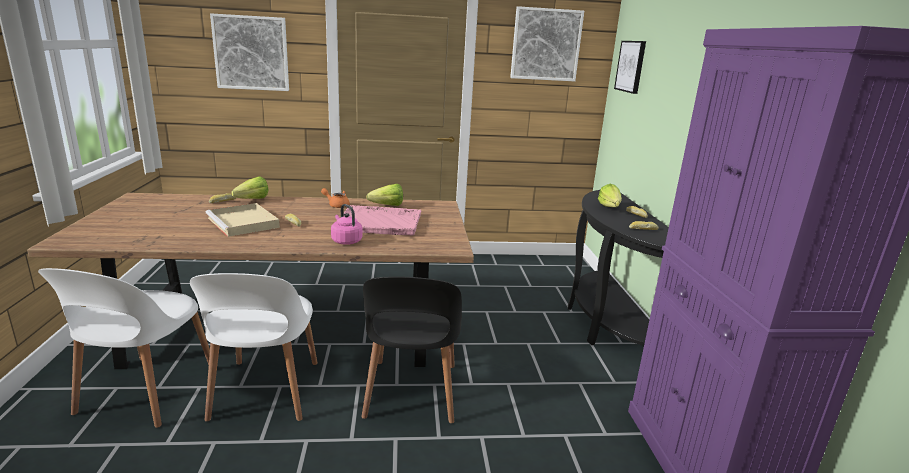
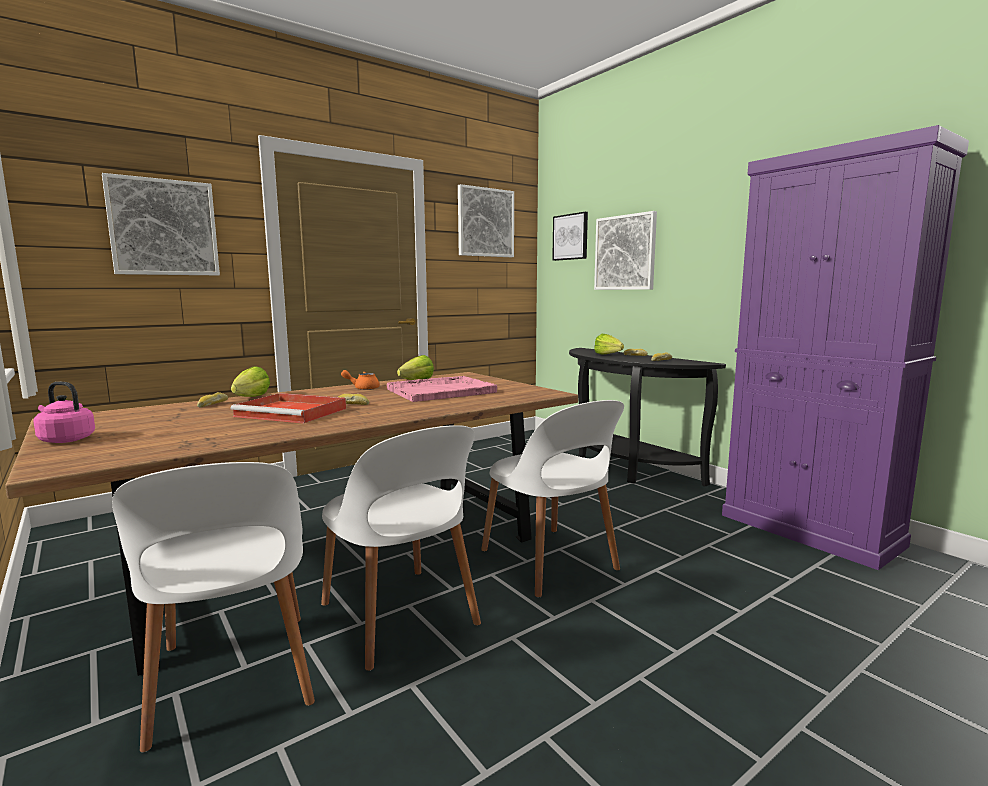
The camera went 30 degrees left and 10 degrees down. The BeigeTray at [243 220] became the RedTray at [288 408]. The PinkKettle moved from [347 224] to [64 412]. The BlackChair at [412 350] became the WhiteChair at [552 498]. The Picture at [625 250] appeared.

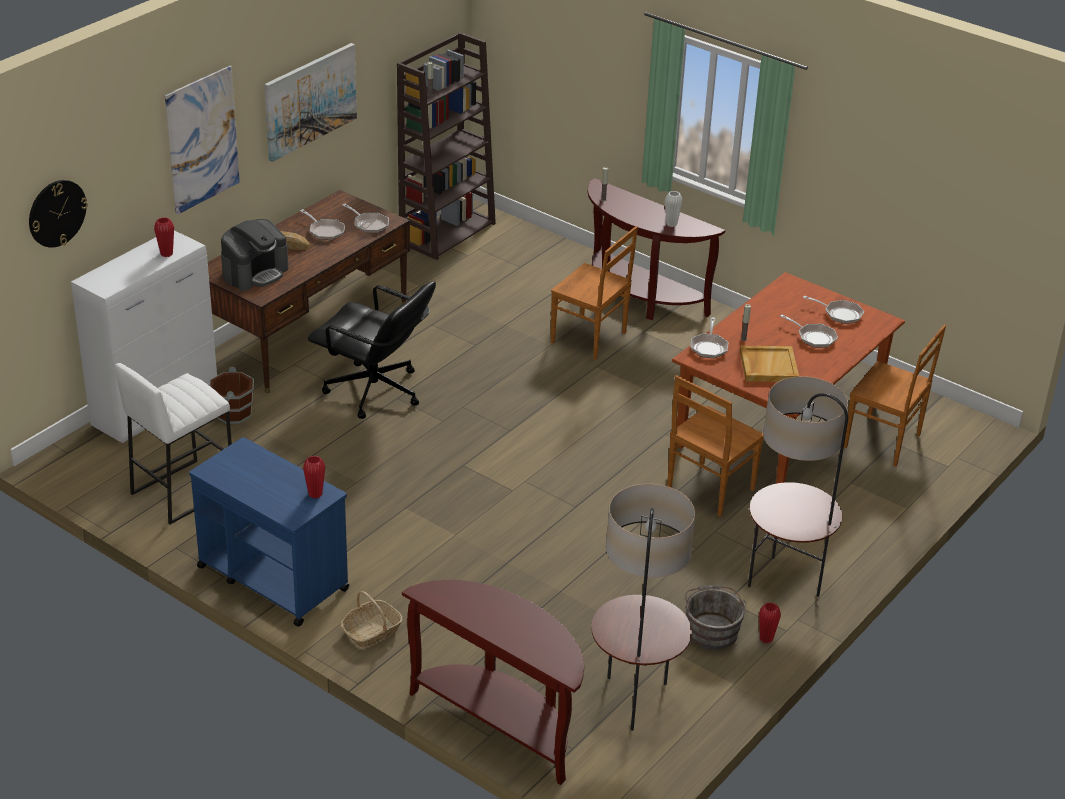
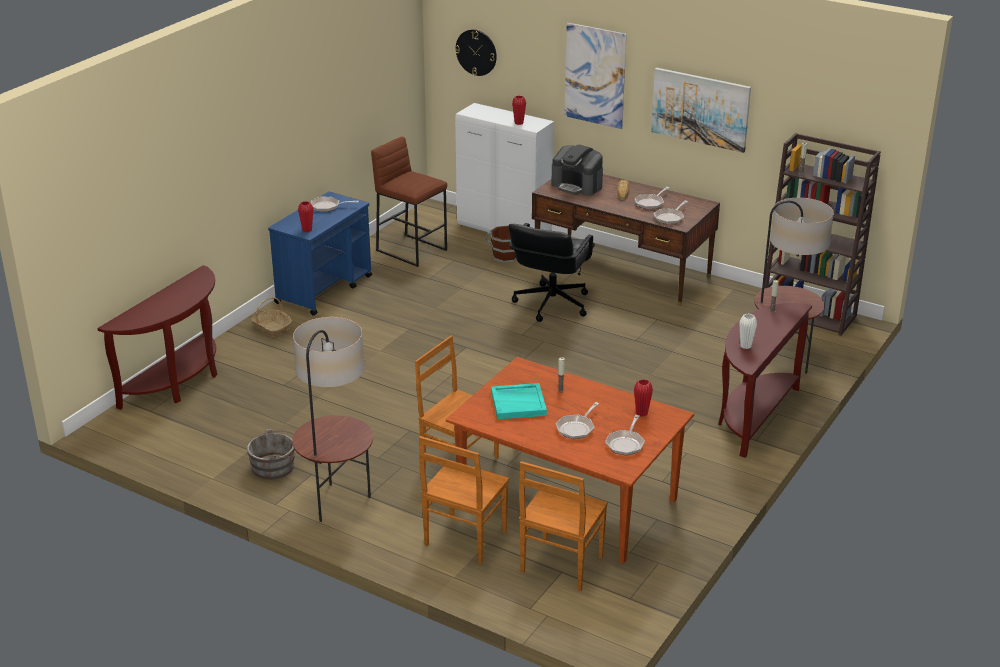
The camera went 85 degrees right and 5 degrees down. The BrownChair moved from [594 293] to [464 500]. The FryingPan moved from [709 337] to [335 204]. The BeigeTray at [769 364] became the TurquoiseTray at [519 401]. The WhiteStool at [173 443] became the BrownStool at [409 202]. The FloorLamp moved from [643 607] to [794 285]. The RedVase moved from [770 622] to [643 398].

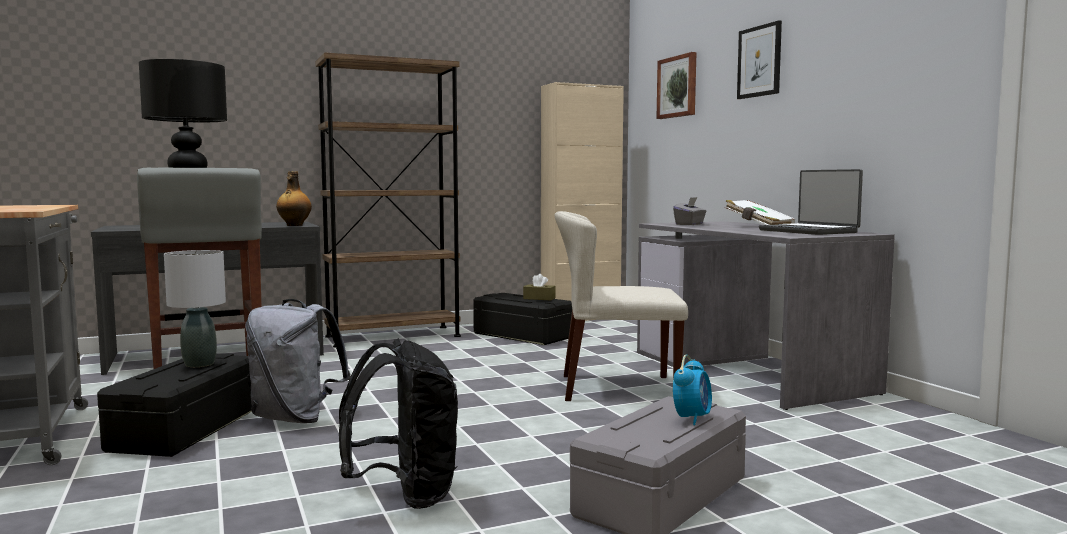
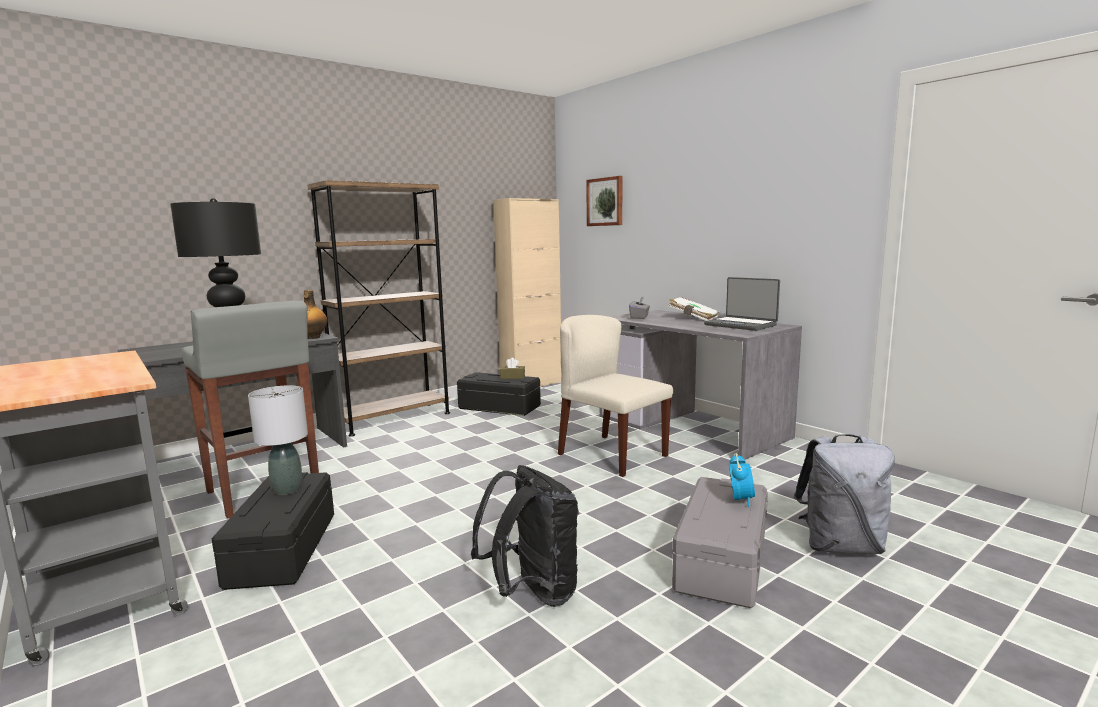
The camera went 15 degrees left and 5 degrees up. The Picture at [759 59] disappeared. The BeigeChair at [621 306] turned 60 degrees clockwise. The GreyBackpack moved from [298 361] to [844 494].

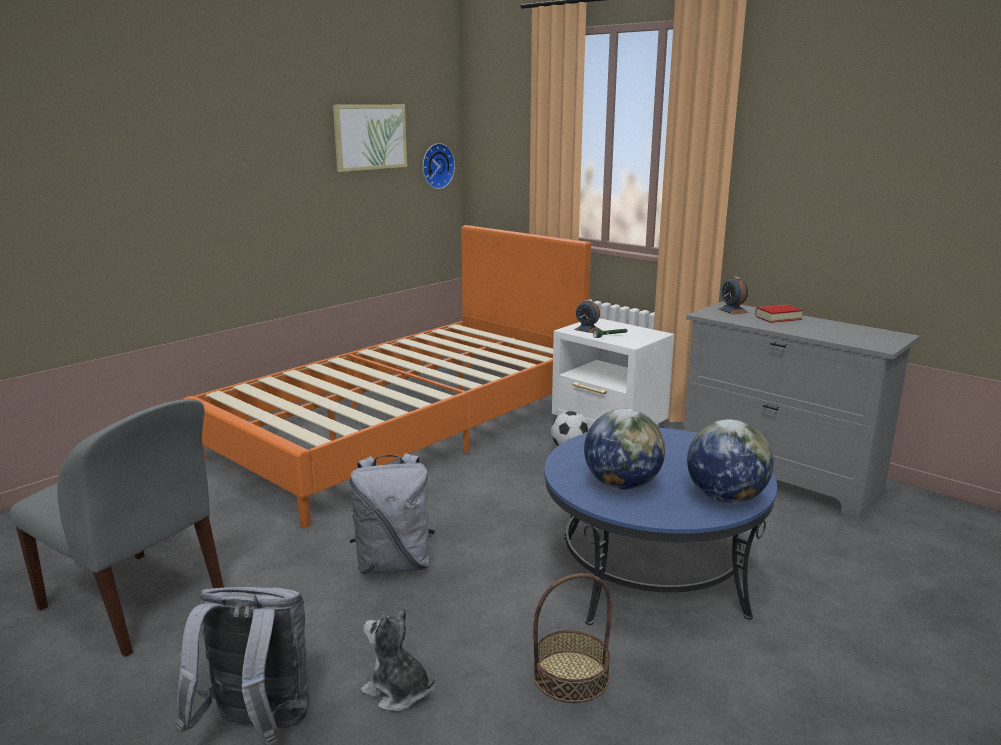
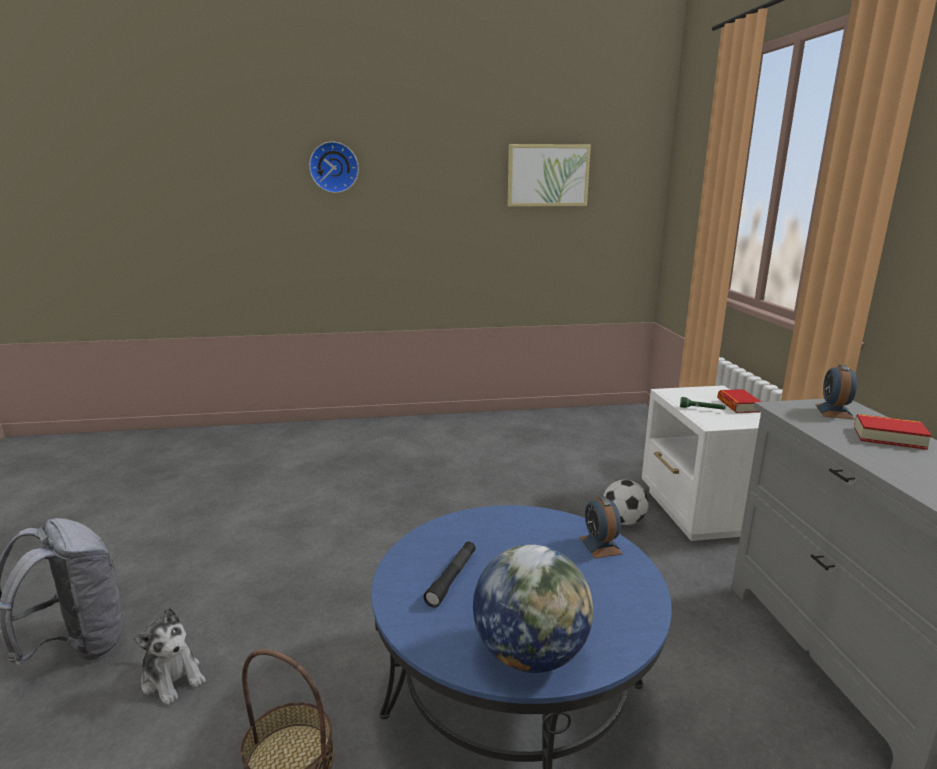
The camera went 40 degrees right and 0 degrees up. The WallClock moved from [439 166] to [334 167]. The OrangeBed at [387 376] disappeared. The AlarmClock moved from [587 316] to [601 527]. The GreyChair at [117 528] disappeared. The Globe at [624 449] was replaced by the BlackFlashlight at [450 574]. The GreyBackpack at [392 514] disappeared. The PlushToy at [398 659] turned 150 degrees clockwise. The Book at [739 401] appeared.

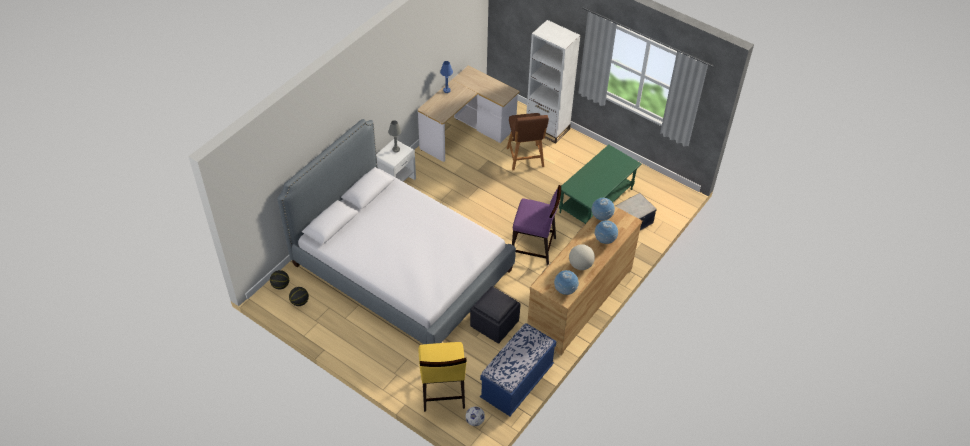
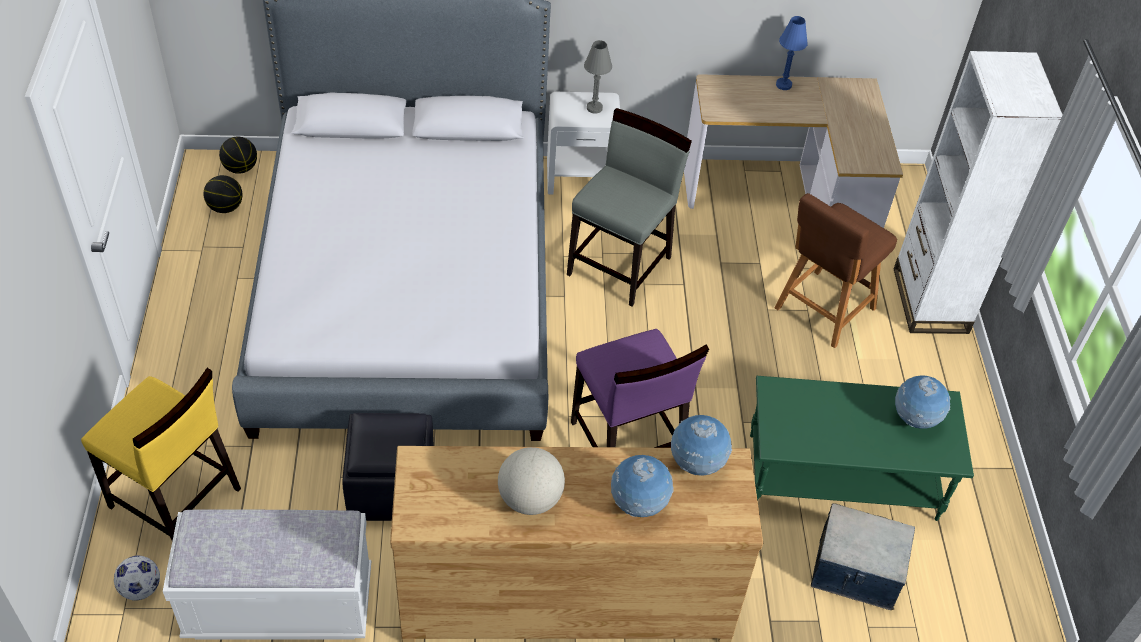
The camera went 50 degrees right and 0 degrees up. The Globe moved from [566 282] to [923 402]. The BlueBench at [518 369] became the WhiteBench at [267 574]. The YellowChair at [442 377] turned 105 degrees counterclockwise. The GreyChair at [629 207] appeared.

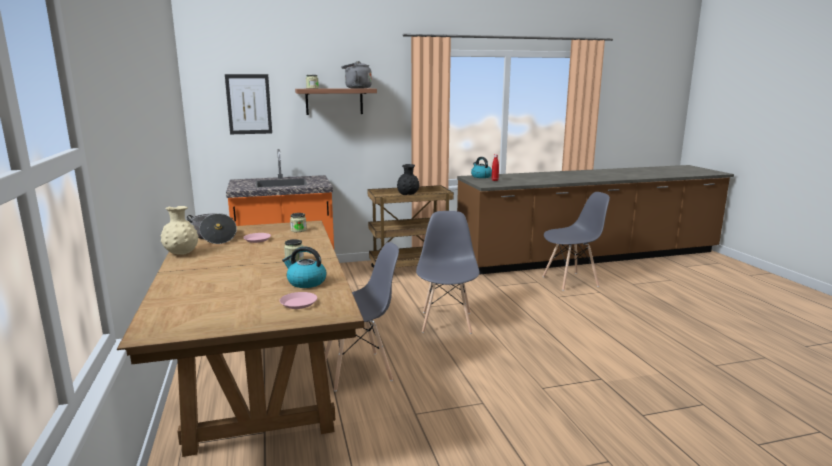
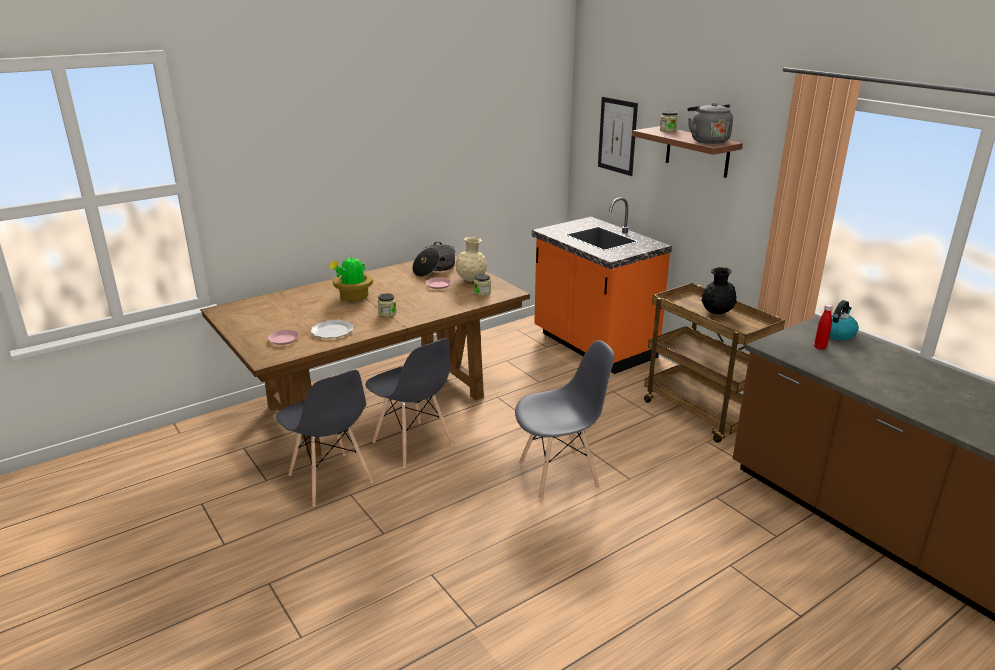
The camera went 70 degrees right and 10 degrees up. The GreyChair moved from [576 241] to [324 438]. The BeigeVase moved from [180 230] to [471 259]. The Kettle at [304 267] was replaced by the Plate at [332 329]. The PottedPlant at [351 279] appeared.

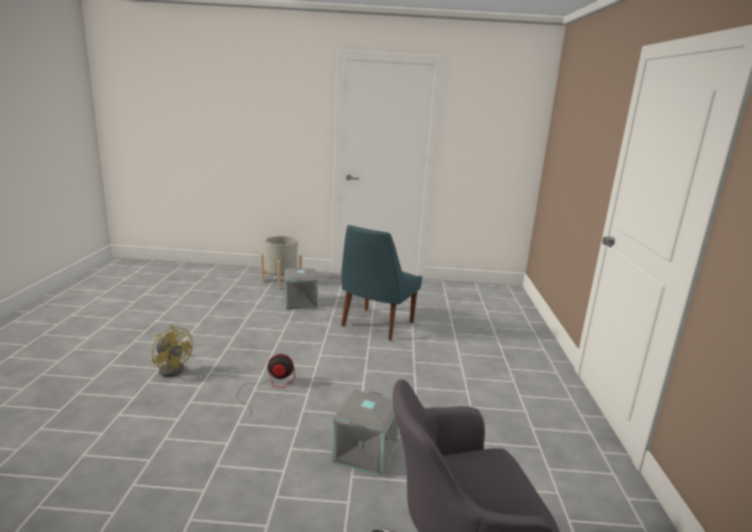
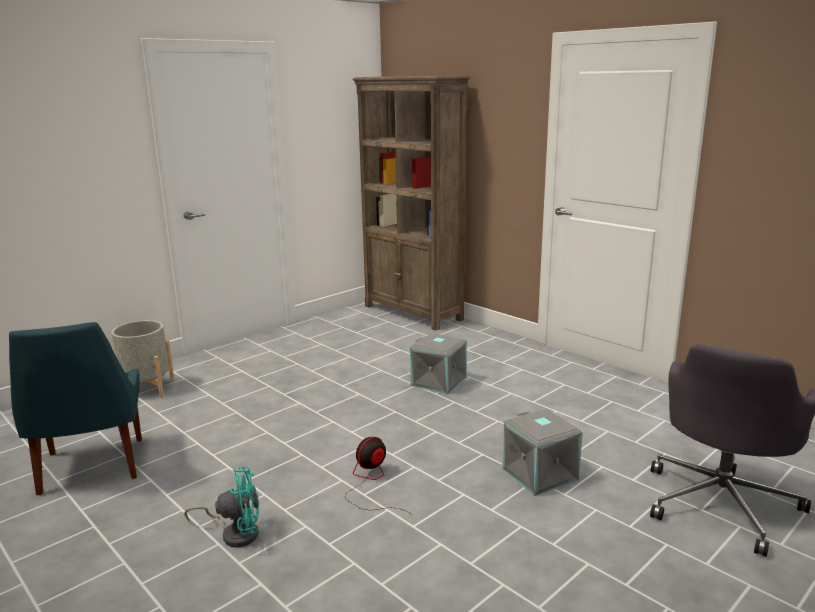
The camera went 45 degrees left and 0 degrees up. The BlueChair moved from [381 283] to [75 408]. The GreyStorageBox moved from [301 289] to [438 364]. The YellowFan at [172 351] became the TurquoiseFan at [221 507]. The BrownBookcase at [411 203] appeared.

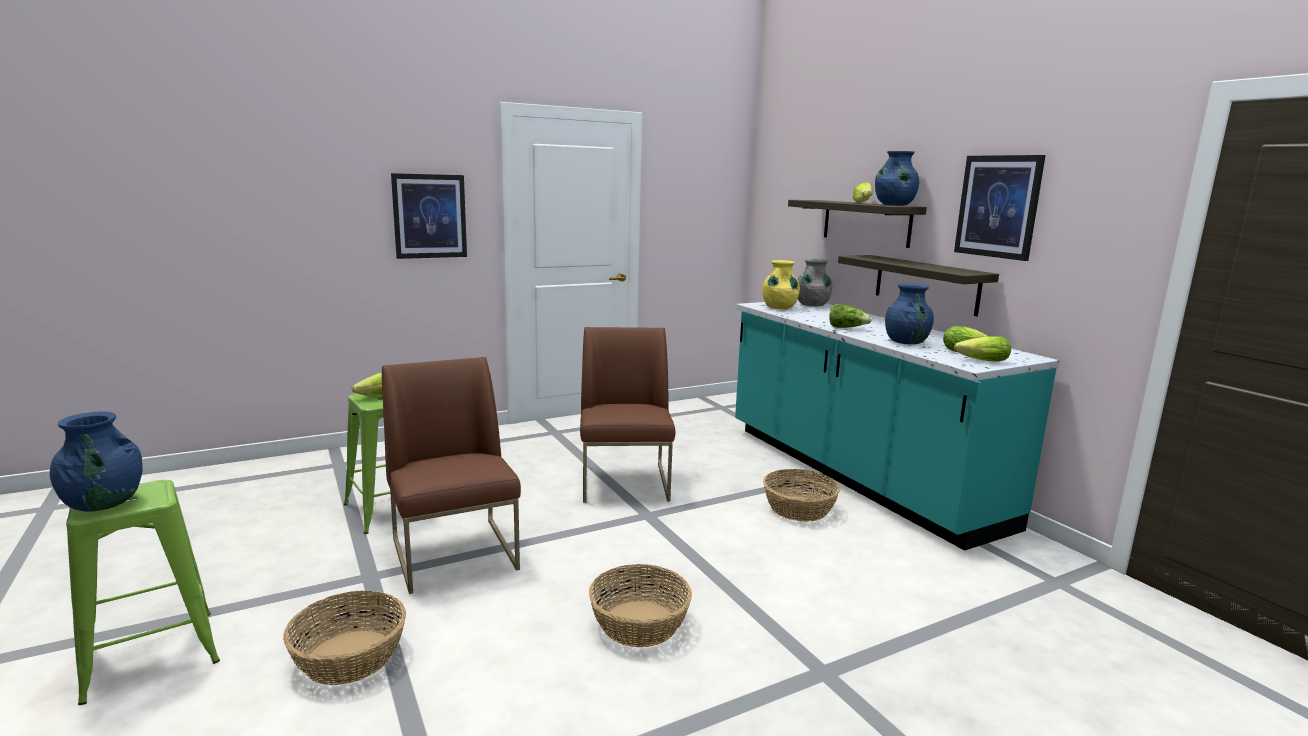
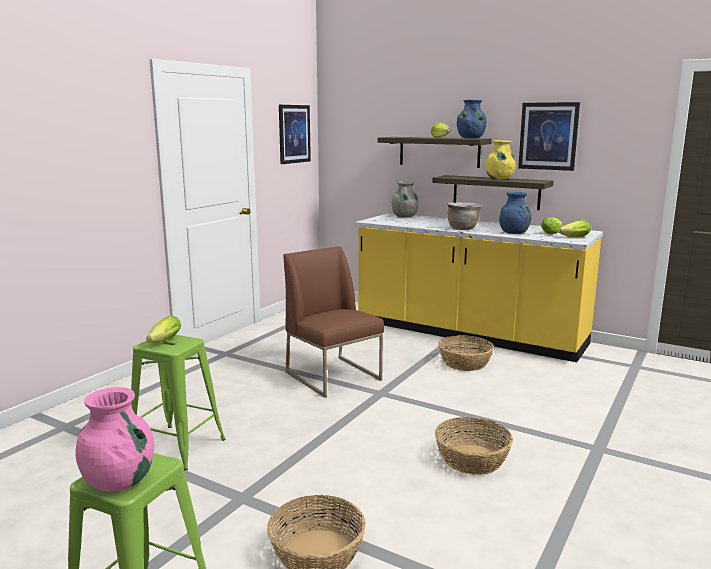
The camera went 30 degrees left and 0 degrees up. The Picture moved from [429 216] to [295 134]. The YellowVase moved from [781 284] to [501 159]. The TurquoiseCounter at [897 425] became the YellowCounter at [479 287]. The Lettuce at [850 316] was replaced by the BrownCookingPot at [464 216]. The BrownChair at [451 475] disappeared. The BlueVase at [96 462] became the PinkVase at [114 439].

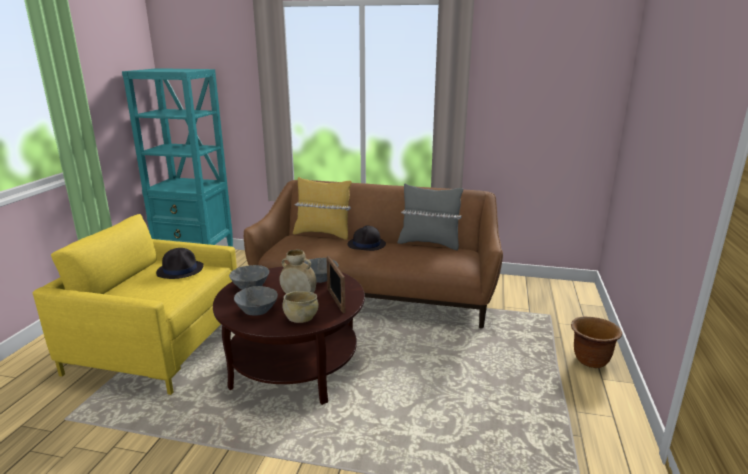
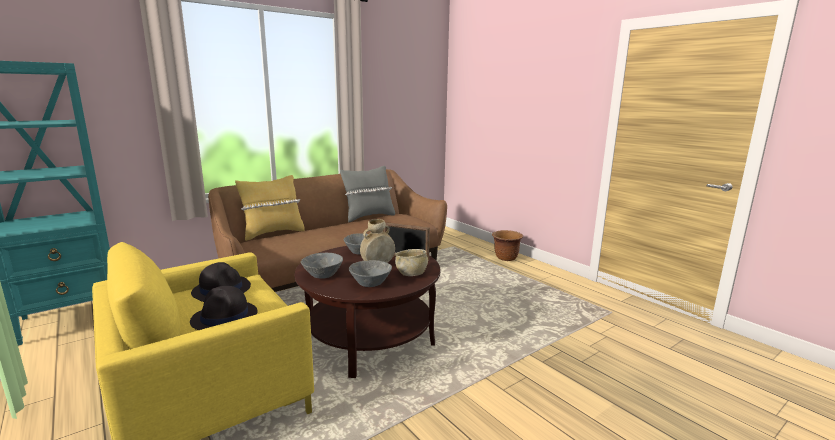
The camera went 50 degrees left and 5 degrees down. The BlackHat moved from [366 238] to [224 308].

